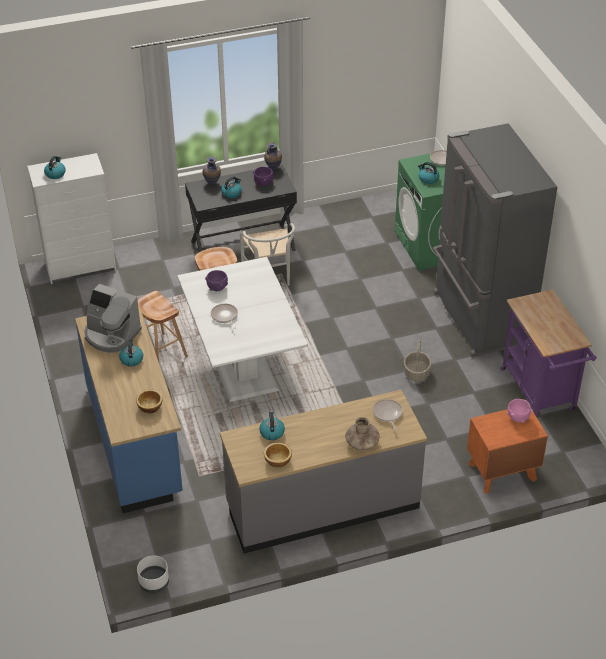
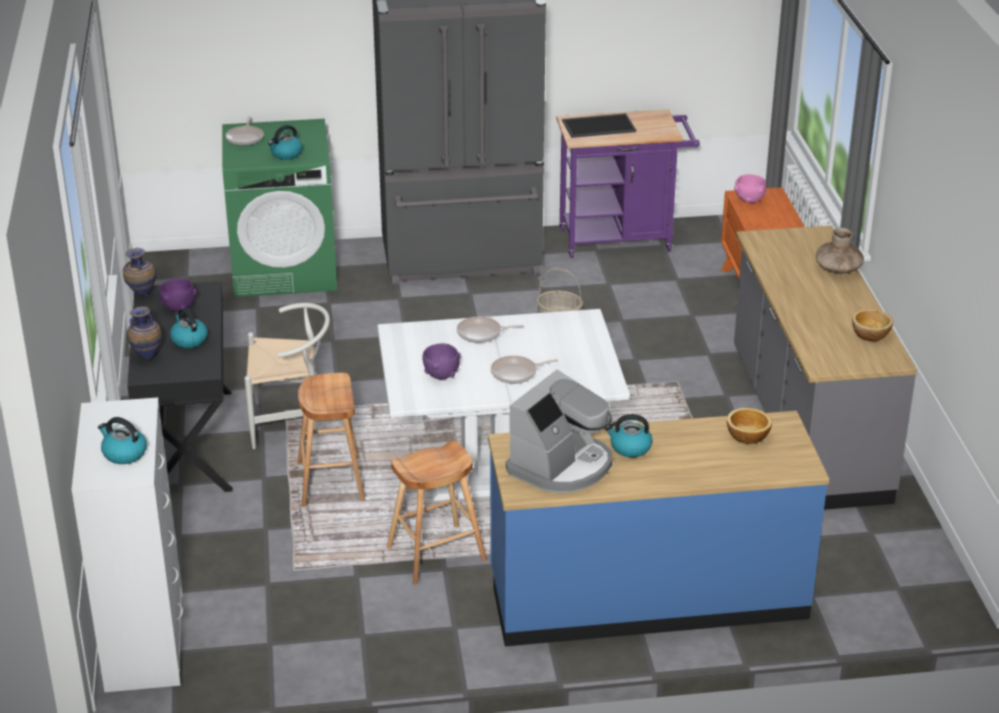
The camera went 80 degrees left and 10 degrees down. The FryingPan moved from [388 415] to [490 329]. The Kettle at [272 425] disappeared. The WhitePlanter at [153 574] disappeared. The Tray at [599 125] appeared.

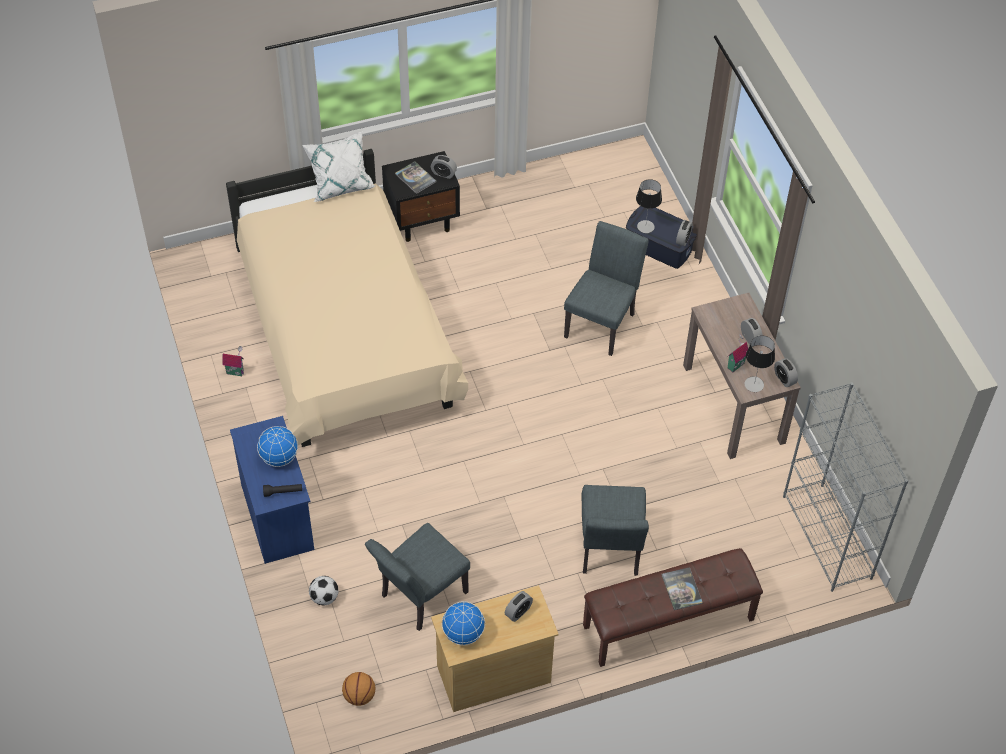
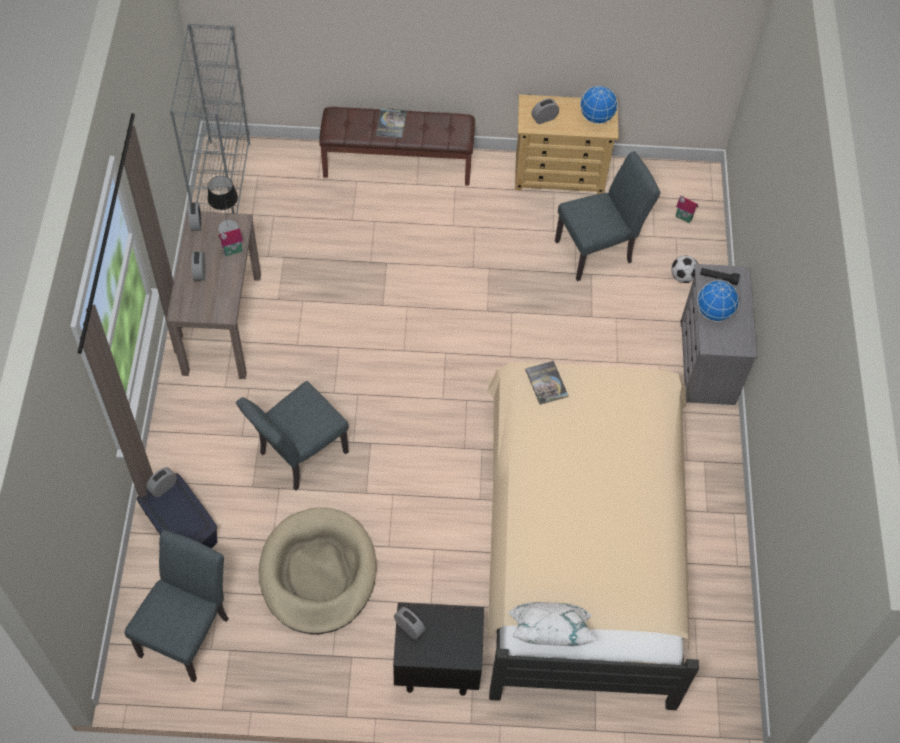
The camera went 160 degrees left and 5 degrees up. The Book moved from [416 177] to [547 383]. The TableLamp at [649 206] disappeared. The ToyHouse moved from [233 361] to [687 208]. The BlueDresser at [272 490] became the GreyDresser at [718 334]. The GreyChair moved from [615 530] to [177 606]. The Basketball at [358 689] disappeared. The BeigeDogBed at [318 570] appeared.

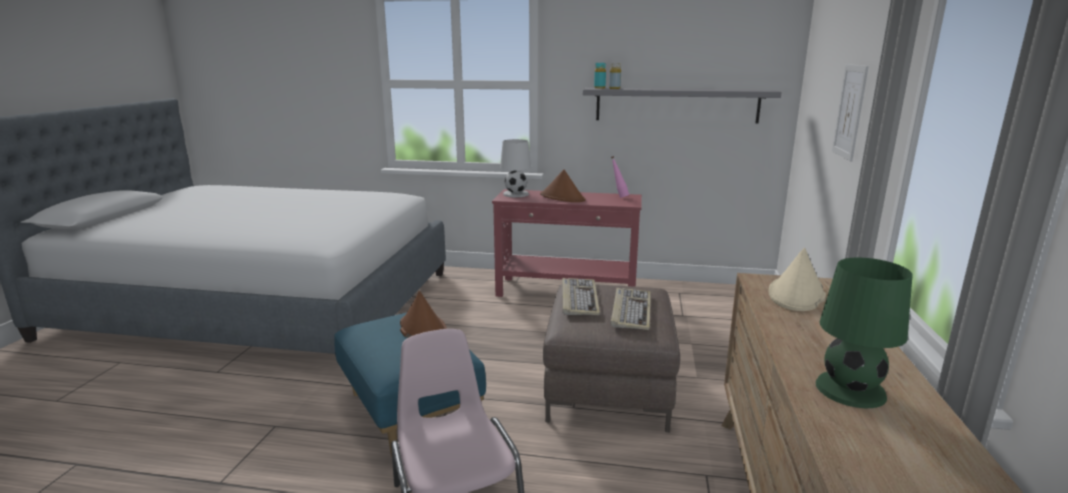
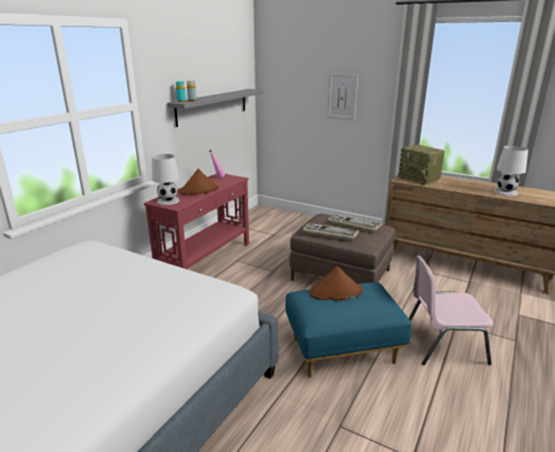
The camera went 70 degrees left and 5 degrees up. The BeigeHat at [797 279] was replaced by the Radio at [422 165]. The GreenTableLamp at [864 333] became the WhiteTableLamp at [511 171].

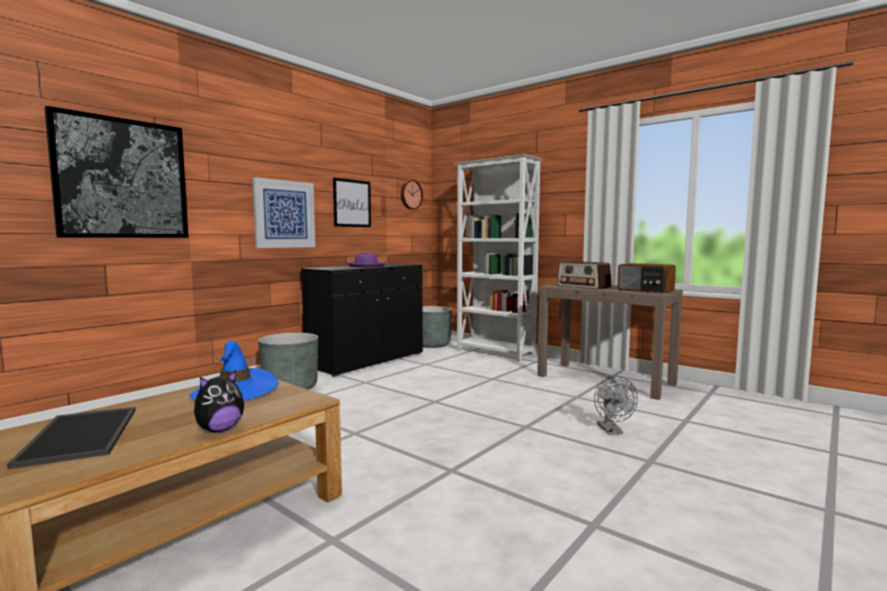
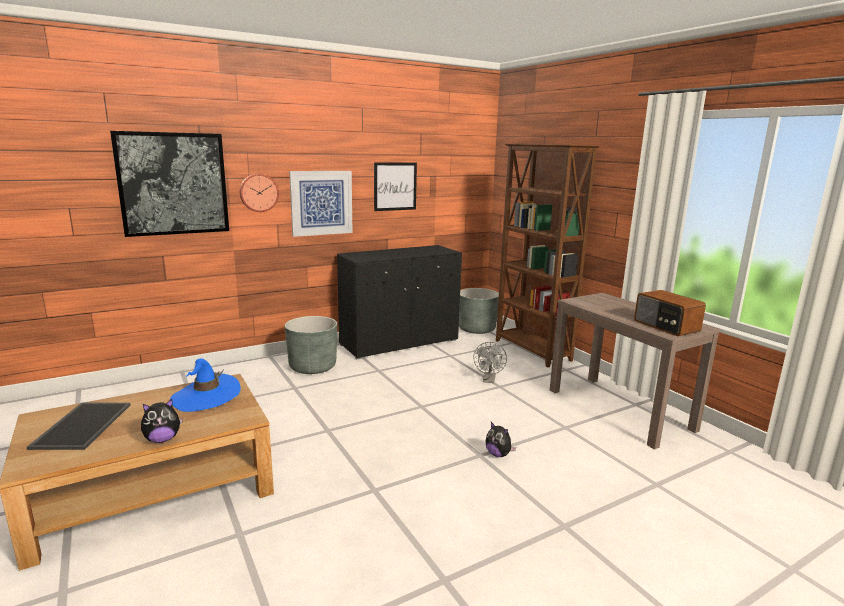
The camera went 20 degrees right and 10 degrees up. The WhiteBookcase at [498 258] became the BrownBookcase at [548 256]. The WallClock moved from [412 195] to [259 192]. The PurpleHat at [366 260] disappeared. The Radio at [584 275] disappeared. The GreyFan moved from [616 405] to [490 362]. The PlushToy at [501 439] appeared.

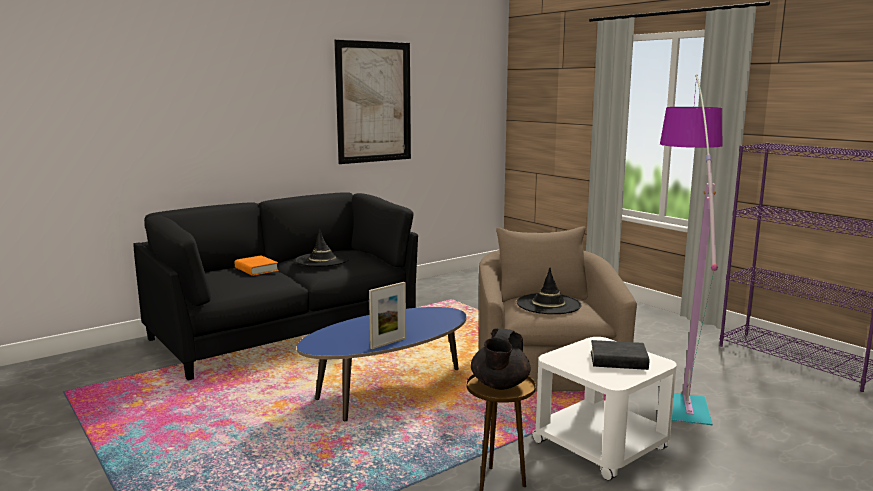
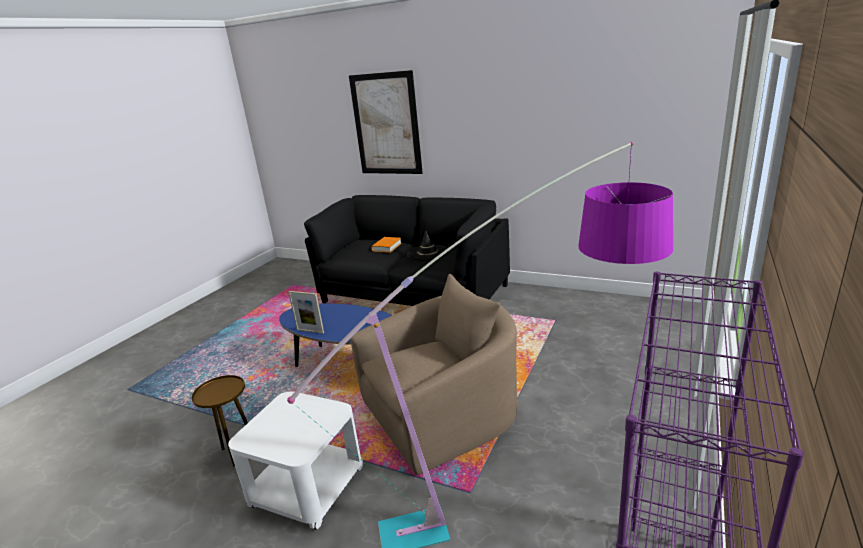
The camera went 65 degrees right and 10 degrees up. The Picture moved from [372 102] to [386 122]. The BlackHat at [549 291] disappeared. The BlackTeapot at [500 359] disappeared. The BlackBook at [620 355] disappeared.

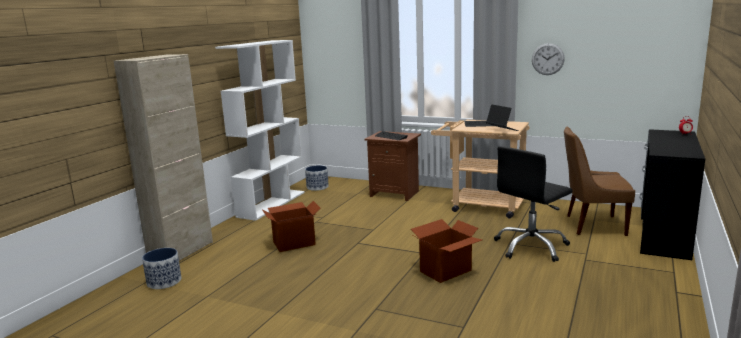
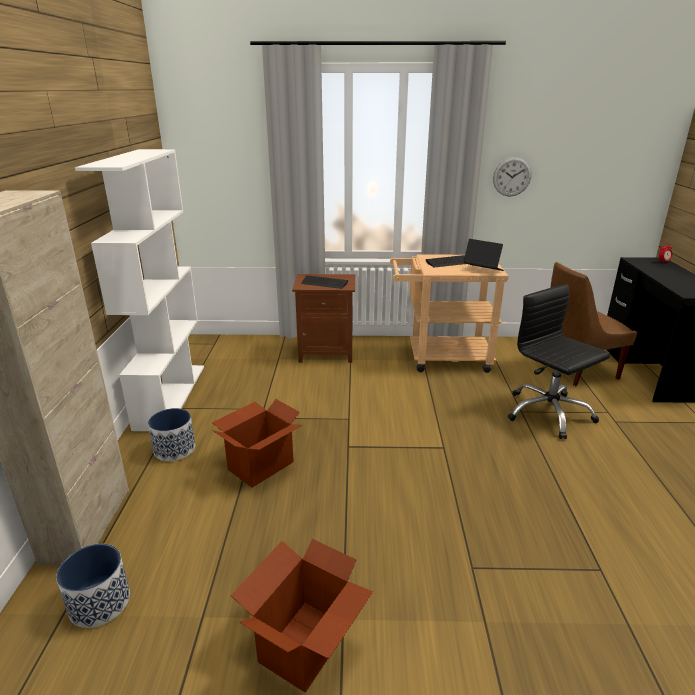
The camera went 25 degrees left and 10 degrees up. The BlackOfficeChair at [533 204] turned 120 degrees clockwise. The Planter moved from [317 178] to [171 434]. The CardboardBox moved from [446 251] to [302 616].

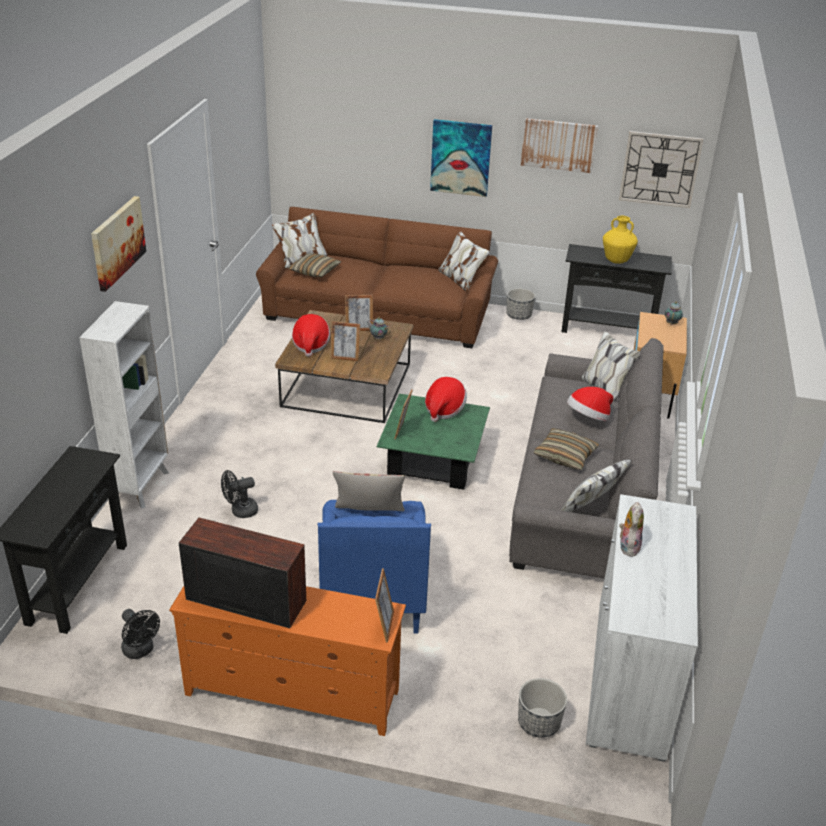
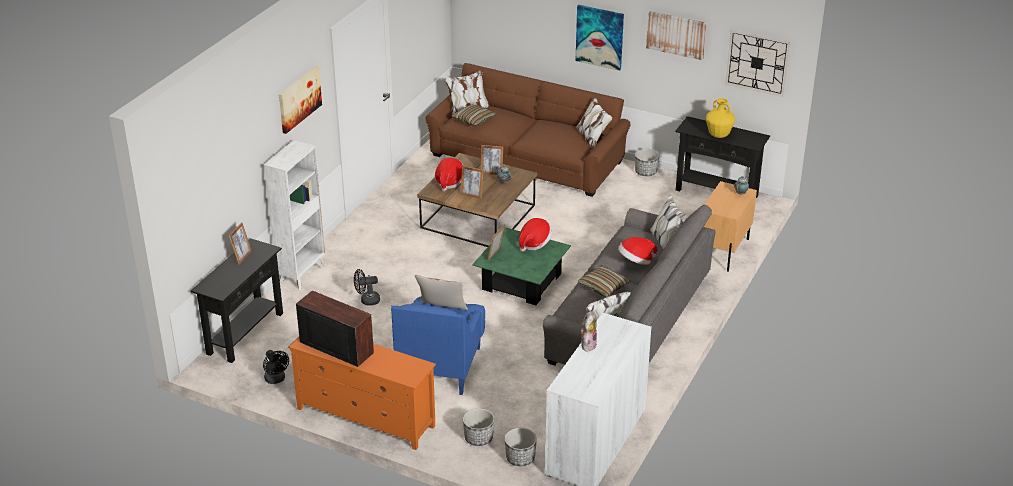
The camera went 15 degrees right and 0 degrees up. The PictureFrame moved from [384 605] to [240 243]. The Planter at [478 427] appeared.

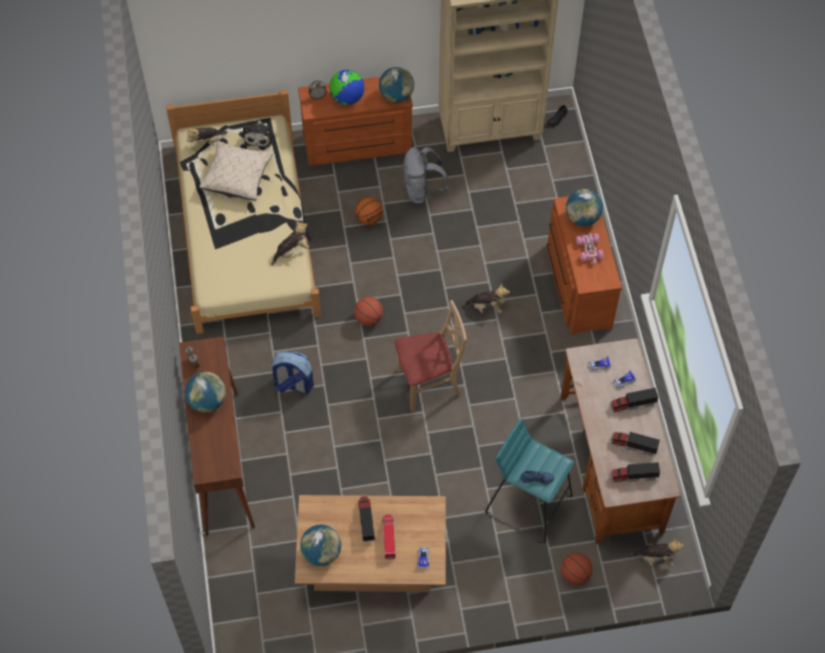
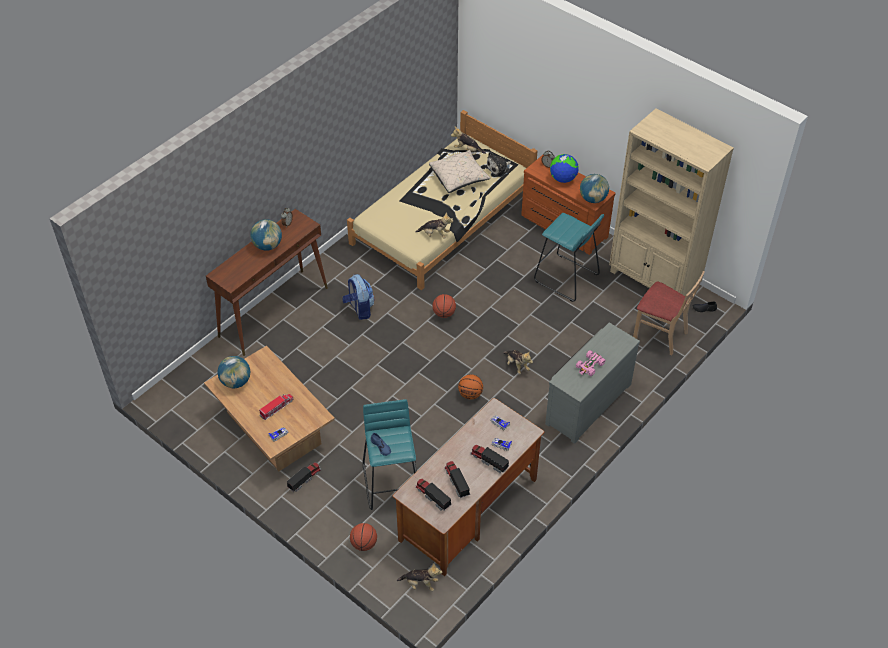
The camera went 50 degrees right and 10 degrees down. The GreyBackpack at [425 175] was replaced by the TurquoiseStool at [569 257]. The Globe at [584 207] disappeared. The BrownDresser at [584 265] became the GreyDresser at [592 383]. The Basketball moved from [369 211] to [470 386]. The BeigeChair moved from [431 356] to [669 313]. The ToyTruck moved from [366 519] to [304 477]. The PlushToy at [656 552] turned 45 degrees counterclockwise.

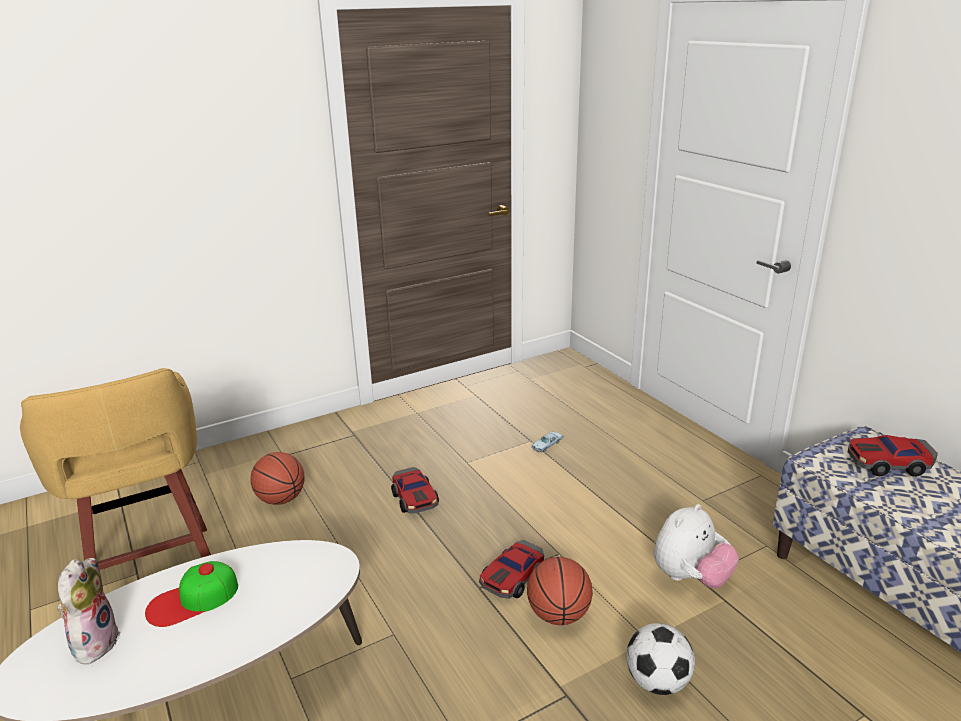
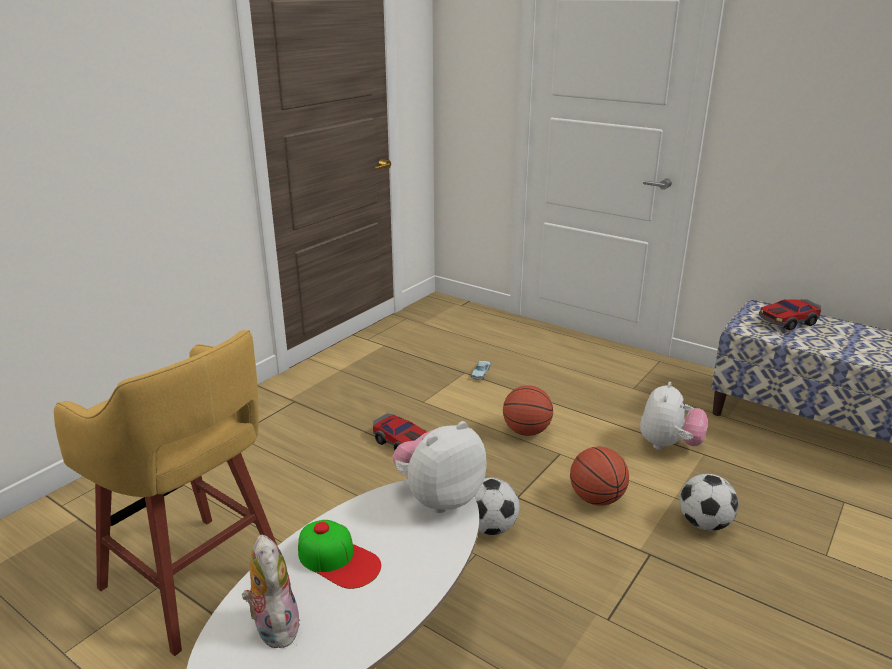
The camera went 25 degrees left and 0 degrees up. The Basketball moved from [277 478] to [528 410]. The ToyCar at [511 569] disappeared. The Cap at [191 594] turned 90 degrees counterclockwise. The PlushToy at [439 467] appeared. The Football at [497 506] appeared.

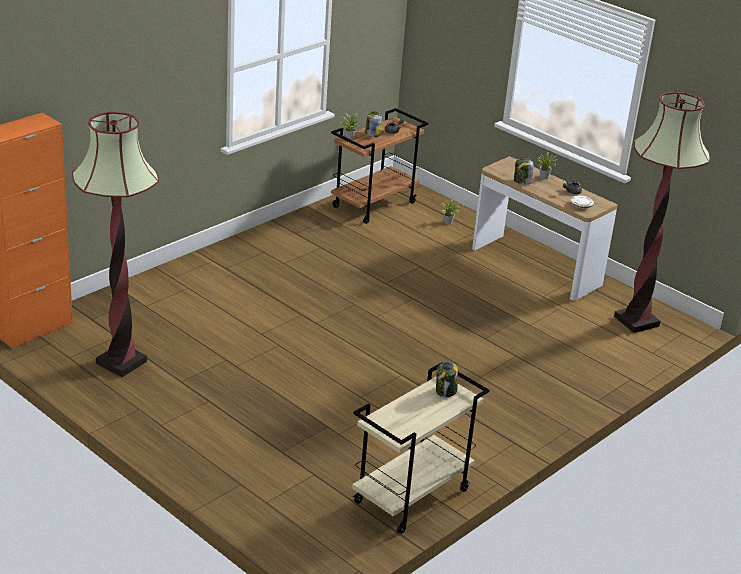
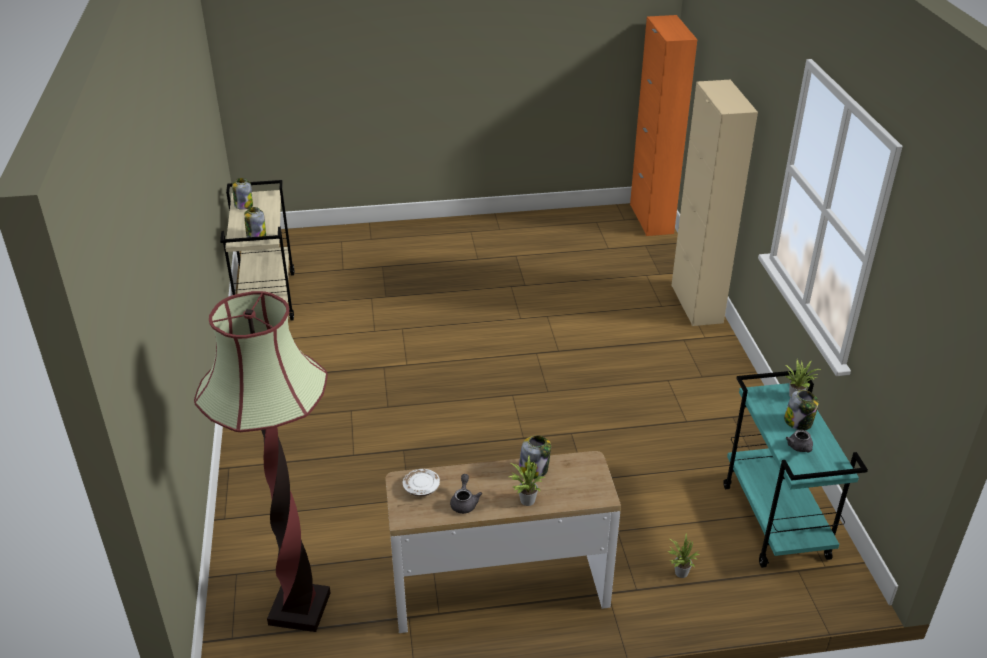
The camera went 130 degrees right and 5 degrees up. The BrownCart at [379 166] became the TurquoiseCart at [795 469]. The FloorLamp at [115 244] disappeared. The BeigeCabinet at [714 203] appeared. The Jar at [242 194] appeared.

